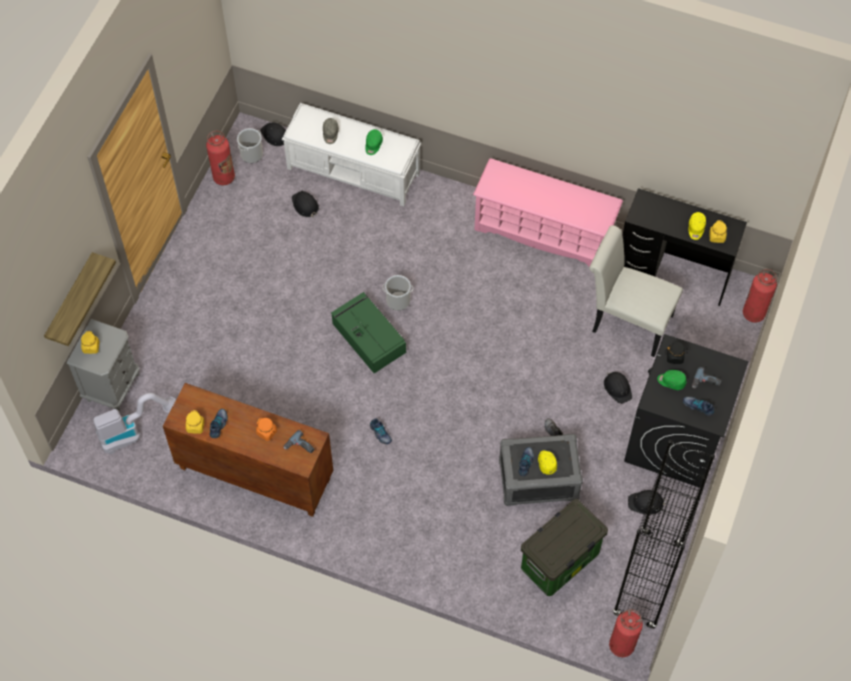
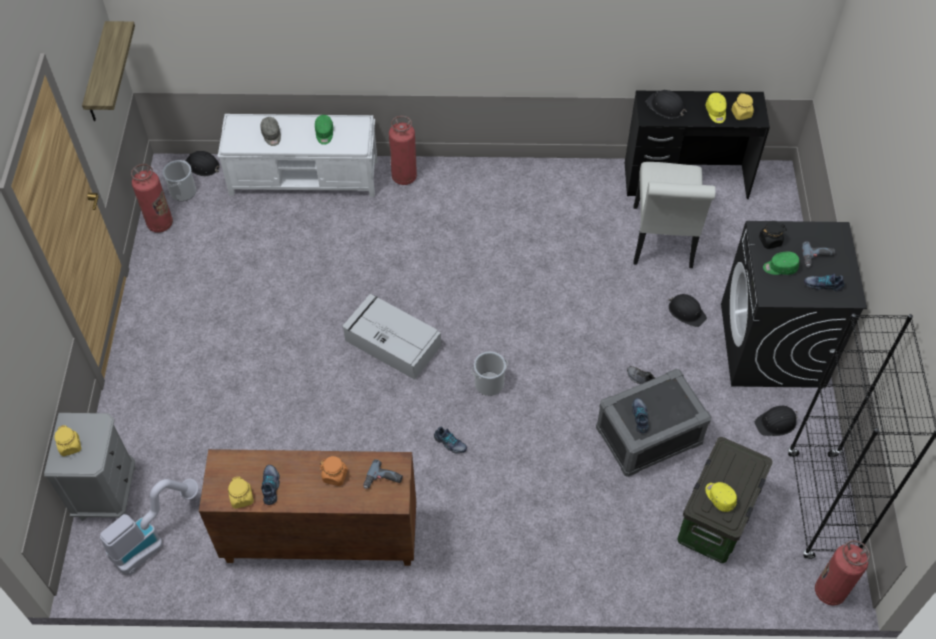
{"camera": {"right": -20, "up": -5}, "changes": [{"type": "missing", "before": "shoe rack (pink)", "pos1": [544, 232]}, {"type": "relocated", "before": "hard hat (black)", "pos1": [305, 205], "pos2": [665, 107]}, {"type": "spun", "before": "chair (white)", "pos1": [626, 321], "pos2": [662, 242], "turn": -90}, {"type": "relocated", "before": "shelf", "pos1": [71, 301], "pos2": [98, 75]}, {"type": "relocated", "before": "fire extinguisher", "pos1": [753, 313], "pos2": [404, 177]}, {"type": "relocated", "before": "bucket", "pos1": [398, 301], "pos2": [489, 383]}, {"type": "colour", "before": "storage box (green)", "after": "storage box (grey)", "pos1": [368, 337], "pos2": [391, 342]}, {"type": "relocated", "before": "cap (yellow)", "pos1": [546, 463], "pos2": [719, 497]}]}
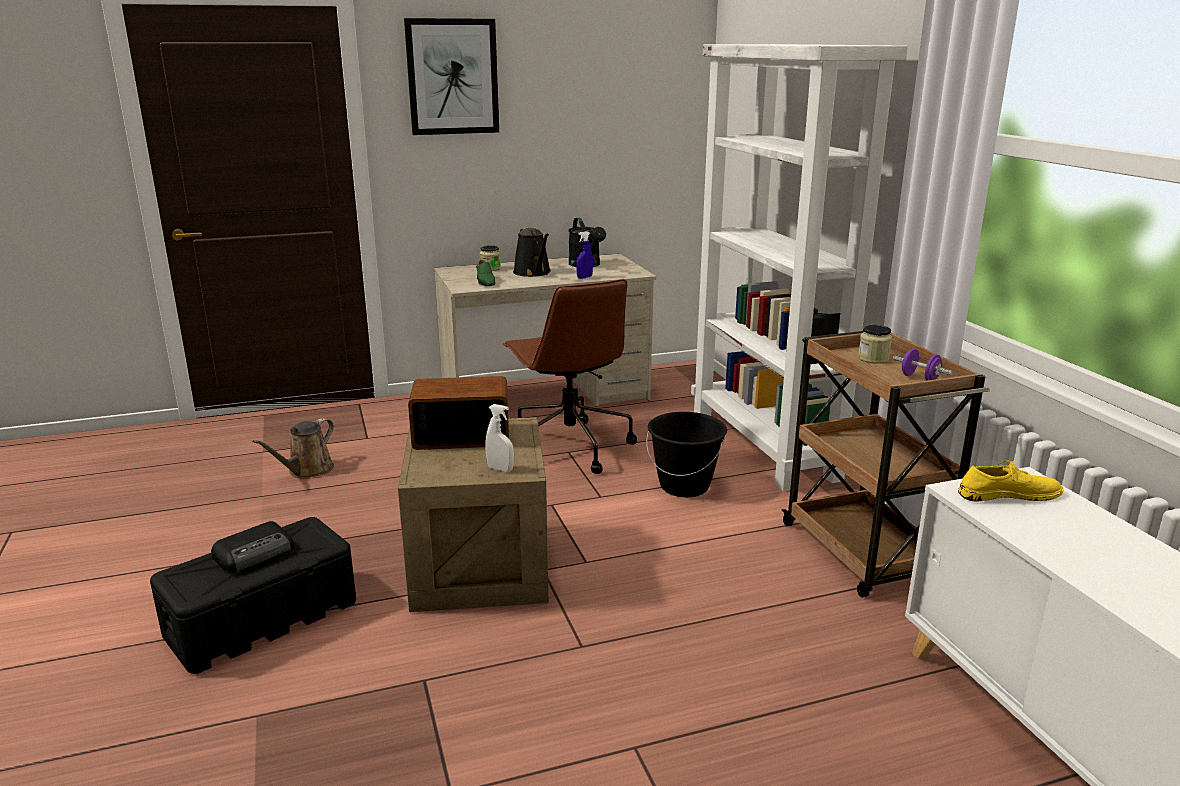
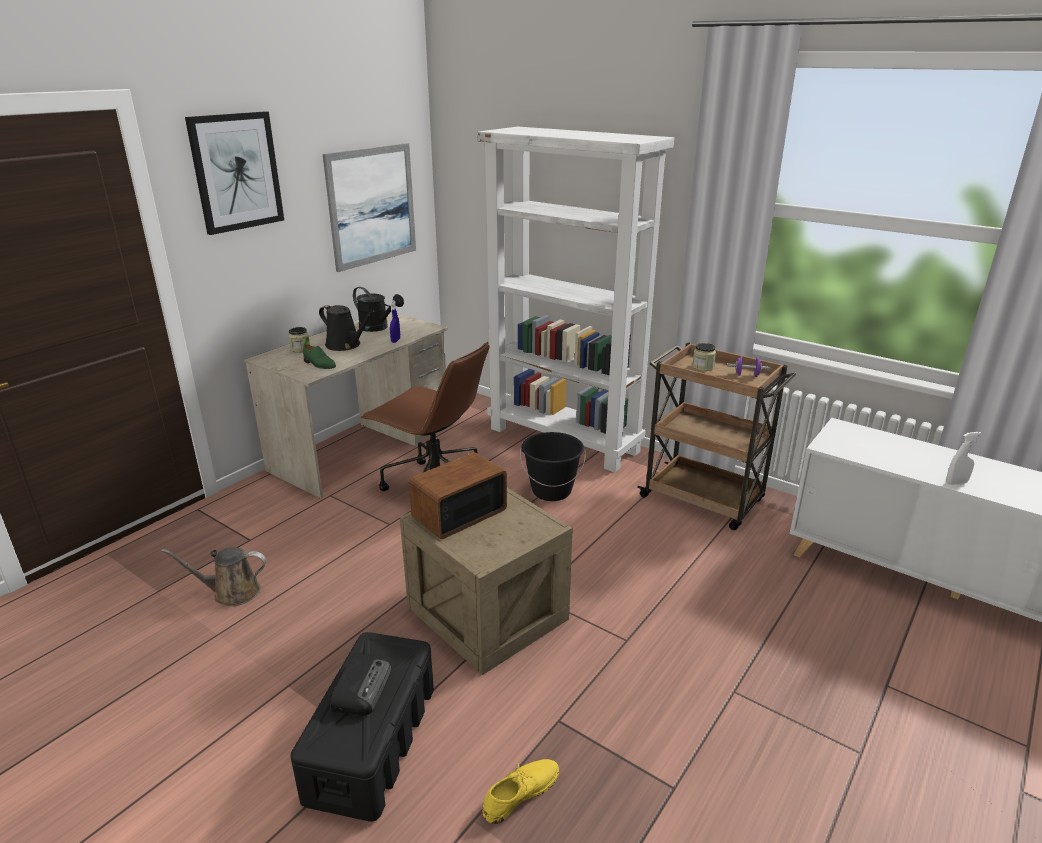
{"camera": {"right": -35, "up": 5}, "changes": [{"type": "relocated", "before": "spray bottle (white)", "pos1": [500, 469], "pos2": [956, 483]}, {"type": "spun", "before": "watering can (brown)", "pos1": [307, 471], "pos2": [232, 592], "turn": 90}, {"type": "relocated", "before": "shoe (yellow)", "pos1": [1008, 493], "pos2": [520, 792]}, {"type": "appeared", "after": "picture", "pos2": [372, 206]}]}
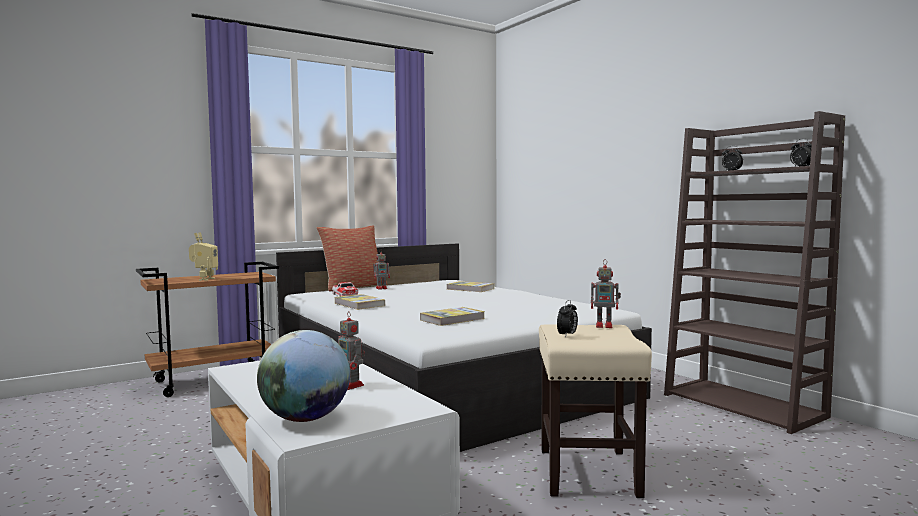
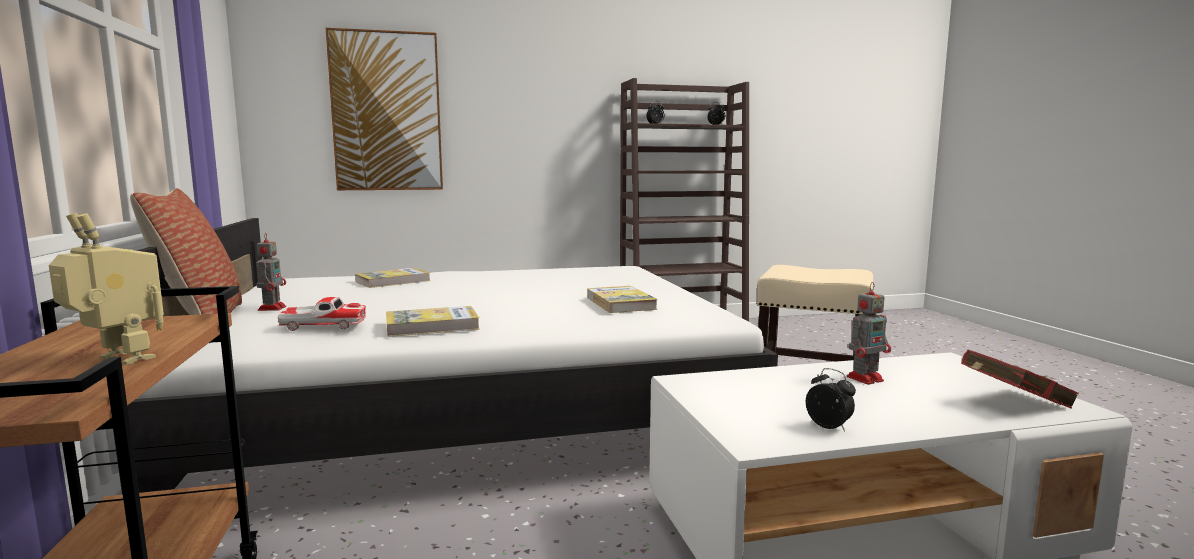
{"camera": {"right": -70, "up": 5}, "changes": [{"type": "missing", "before": "toy robot", "pos1": [605, 326]}, {"type": "relocated", "before": "alarm clock", "pos1": [567, 335], "pos2": [829, 427]}, {"type": "exchanged", "before": "globe", "after": "book (red)", "pos1": [305, 419], "pos2": [1010, 403]}, {"type": "appeared", "after": "picture", "pos2": [387, 112]}]}
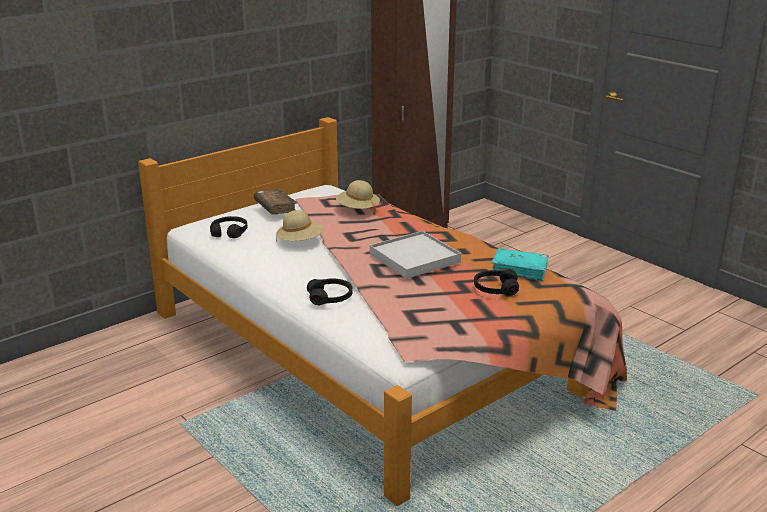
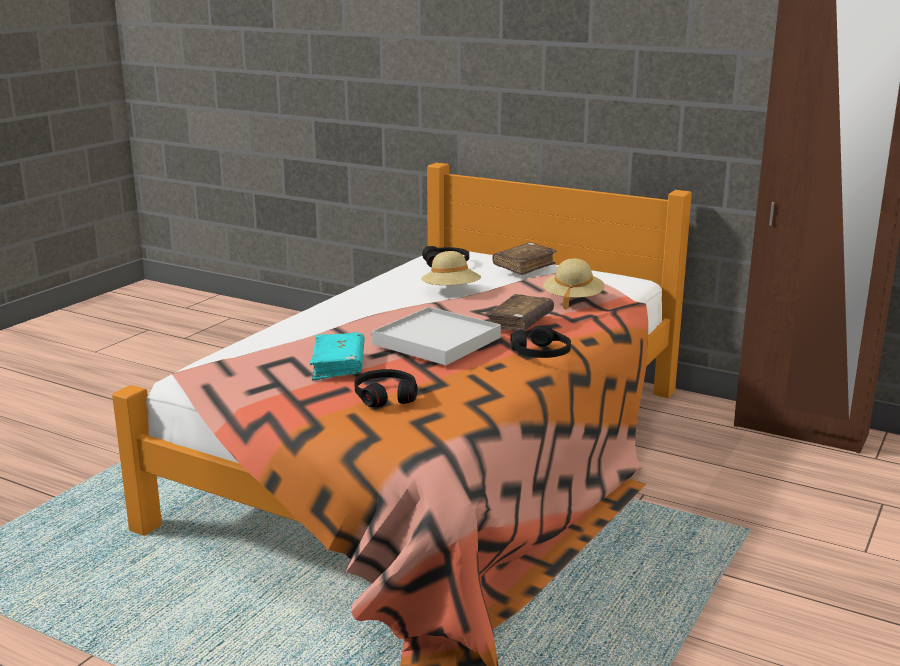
{"camera": {"right": 70, "up": -5}, "changes": [{"type": "relocated", "before": "book (turquoise)", "pos1": [519, 270], "pos2": [338, 365]}, {"type": "relocated", "before": "headphones (black)", "pos1": [330, 297], "pos2": [541, 353]}, {"type": "appeared", "after": "book (brown)", "pos2": [519, 323]}]}
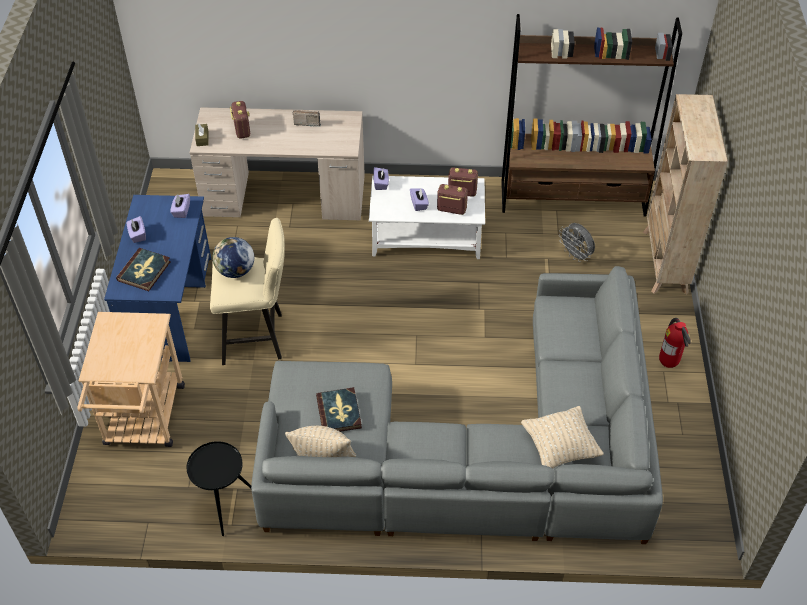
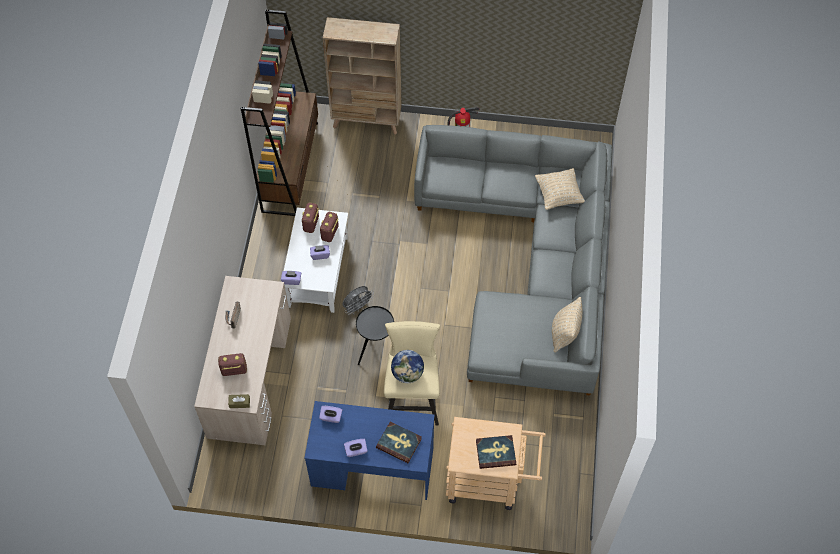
{"camera": {"right": -85, "up": 10}, "changes": [{"type": "relocated", "before": "fan (grey)", "pos1": [575, 255], "pos2": [357, 307]}, {"type": "relocated", "before": "book", "pos1": [339, 412], "pos2": [495, 452]}, {"type": "relocated", "before": "side table (black)", "pos1": [224, 506], "pos2": [376, 349]}]}
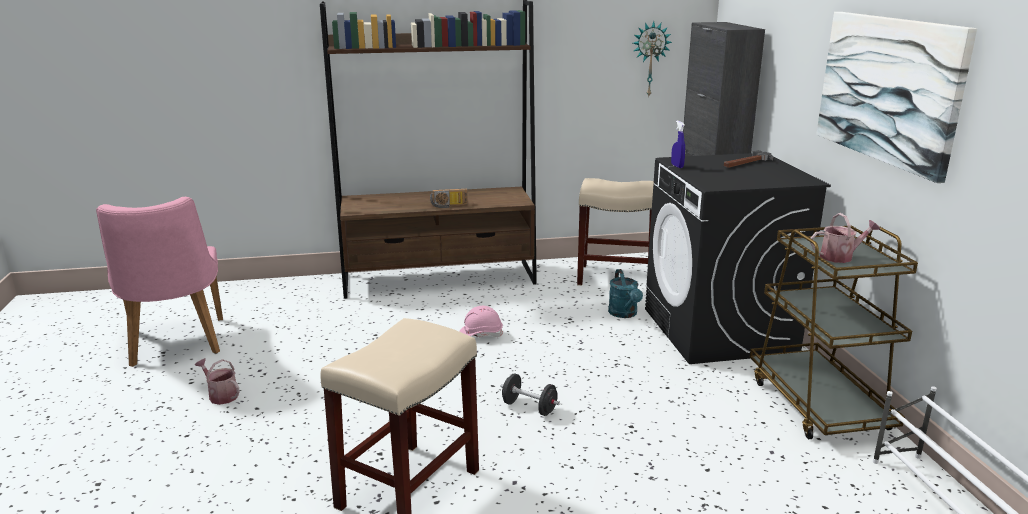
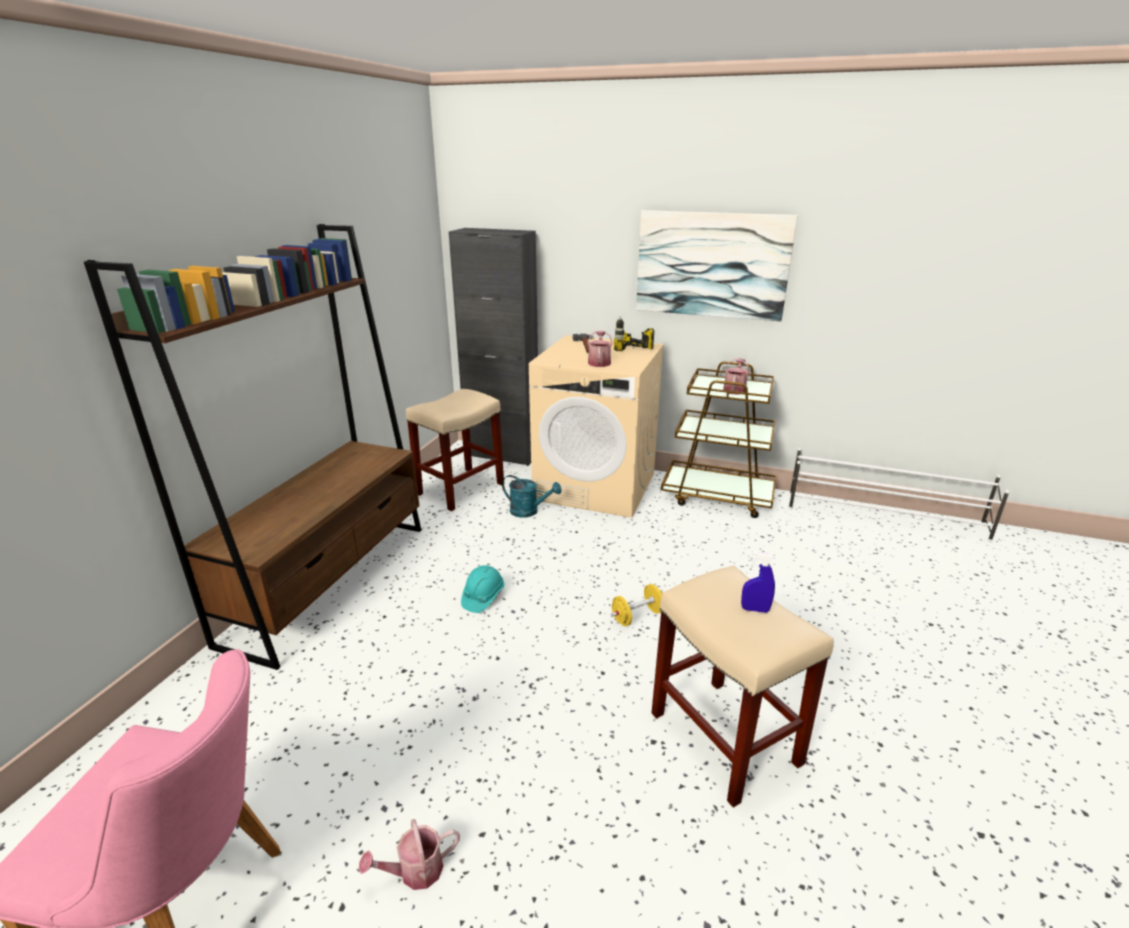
{"camera": {"right": -60, "up": 5}, "changes": [{"type": "missing", "before": "wall clock", "pos1": [649, 59]}, {"type": "relocated", "before": "spray bottle (blue)", "pos1": [677, 166], "pos2": [755, 609]}, {"type": "colour", "before": "washing machine (black)", "after": "washing machine (beige)", "pos1": [719, 331], "pos2": [596, 486]}, {"type": "missing", "before": "radio", "pos1": [449, 206]}, {"type": "colour", "before": "hard hat (pink)", "after": "hard hat (turquoise)", "pos1": [480, 334], "pos2": [483, 597]}, {"type": "colour", "before": "dumbbell (black)", "after": "dumbbell (yellow)", "pos1": [529, 407], "pos2": [637, 616]}, {"type": "appeared", "after": "power drill", "pos2": [634, 354]}, {"type": "appeared", "after": "watering can", "pos2": [599, 362]}]}
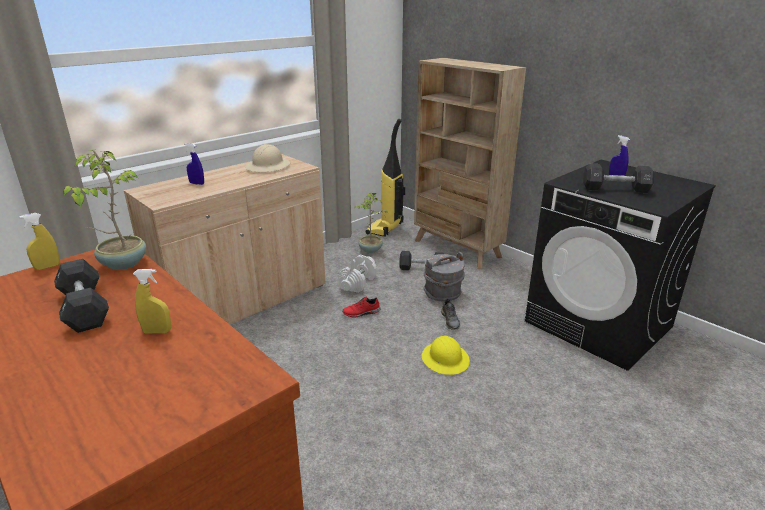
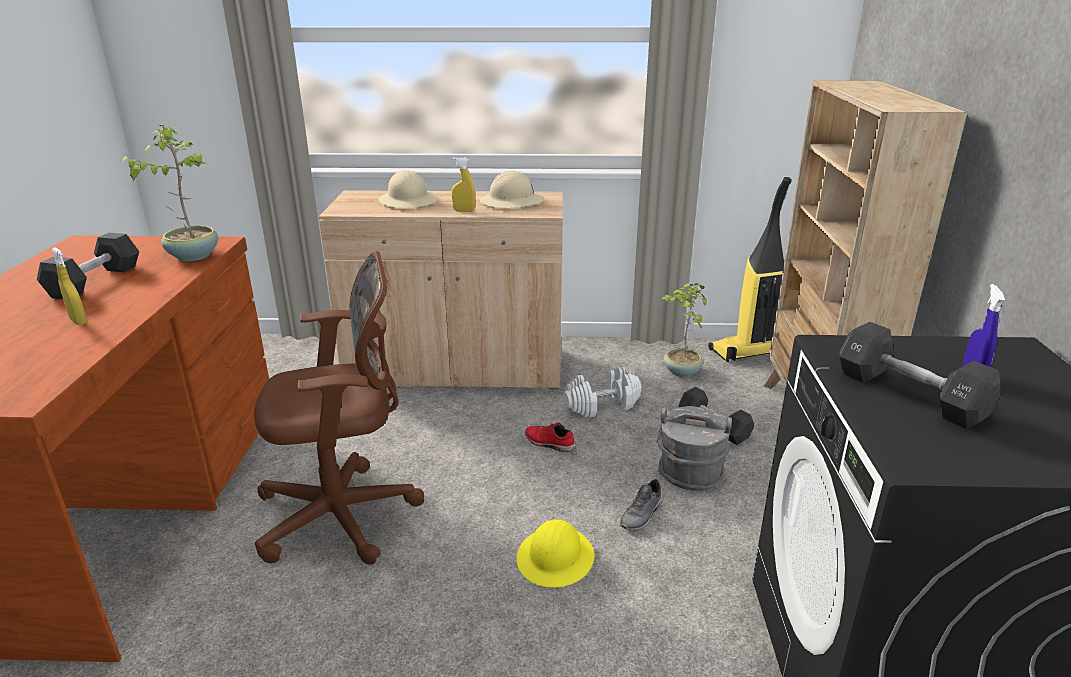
{"camera": {"right": 45, "up": 0}, "changes": [{"type": "exchanged", "before": "spray bottle (blue)", "after": "hard hat (beige)", "pos1": [197, 183], "pos2": [408, 201]}, {"type": "relocated", "before": "spray bottle (yellow)", "pos1": [47, 267], "pos2": [464, 211]}, {"type": "appeared", "after": "office chair (brown)", "pos2": [345, 515]}]}
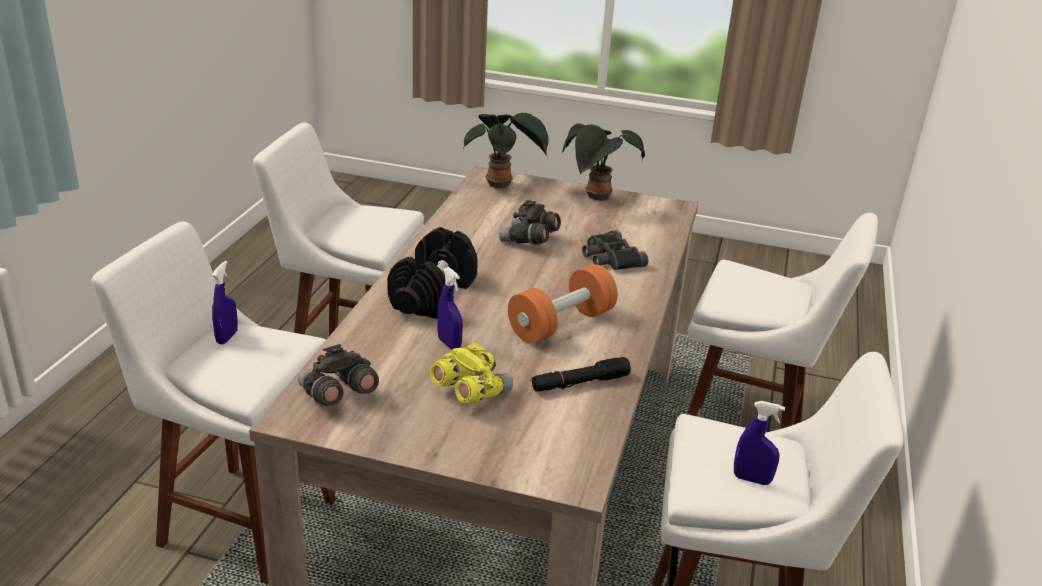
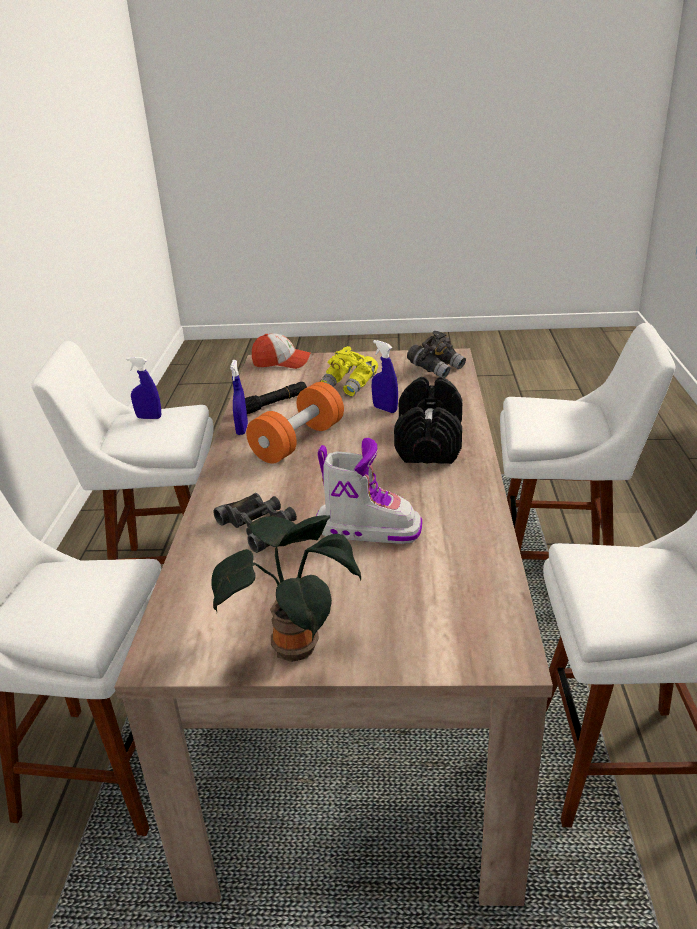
{"camera": {"right": 170, "up": 0}, "changes": [{"type": "missing", "before": "potted plant", "pos1": [502, 185]}, {"type": "exchanged", "before": "binoculars (grey)", "after": "boot", "pos1": [529, 241], "pos2": [368, 528]}, {"type": "relocated", "before": "spray bottle (blue)", "pos1": [227, 337], "pos2": [242, 430]}, {"type": "appeared", "after": "cap", "pos2": [281, 362]}]}
